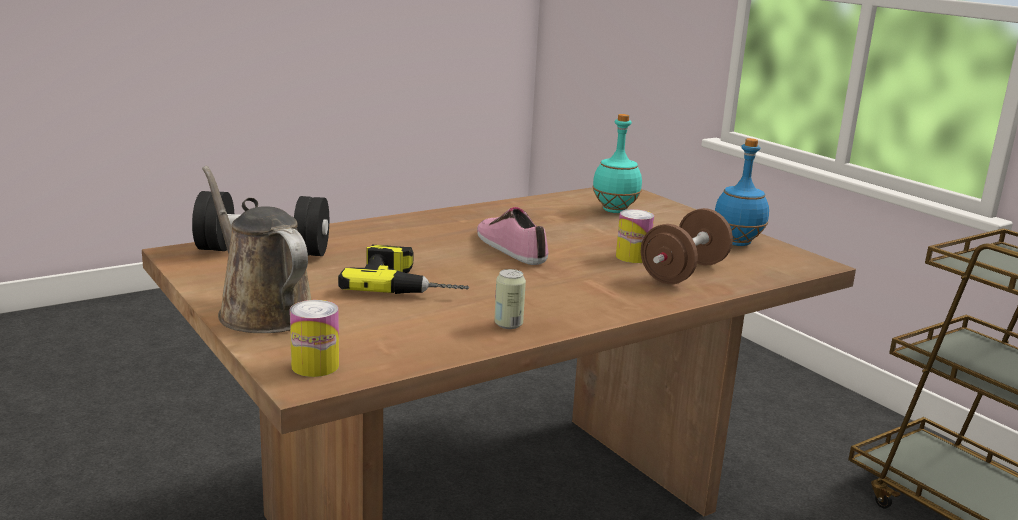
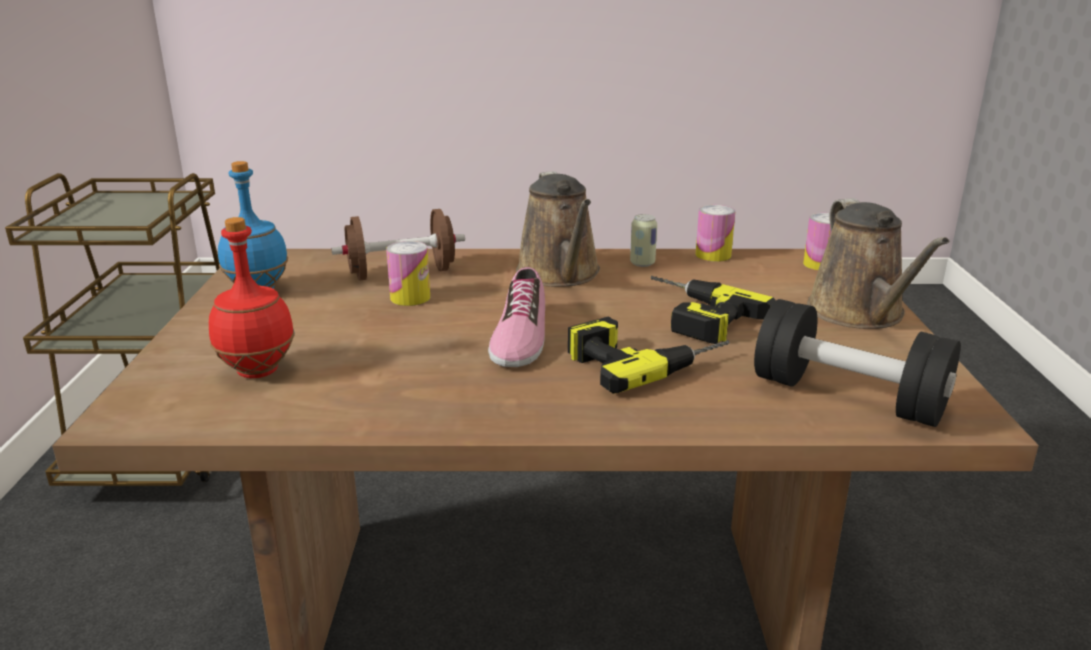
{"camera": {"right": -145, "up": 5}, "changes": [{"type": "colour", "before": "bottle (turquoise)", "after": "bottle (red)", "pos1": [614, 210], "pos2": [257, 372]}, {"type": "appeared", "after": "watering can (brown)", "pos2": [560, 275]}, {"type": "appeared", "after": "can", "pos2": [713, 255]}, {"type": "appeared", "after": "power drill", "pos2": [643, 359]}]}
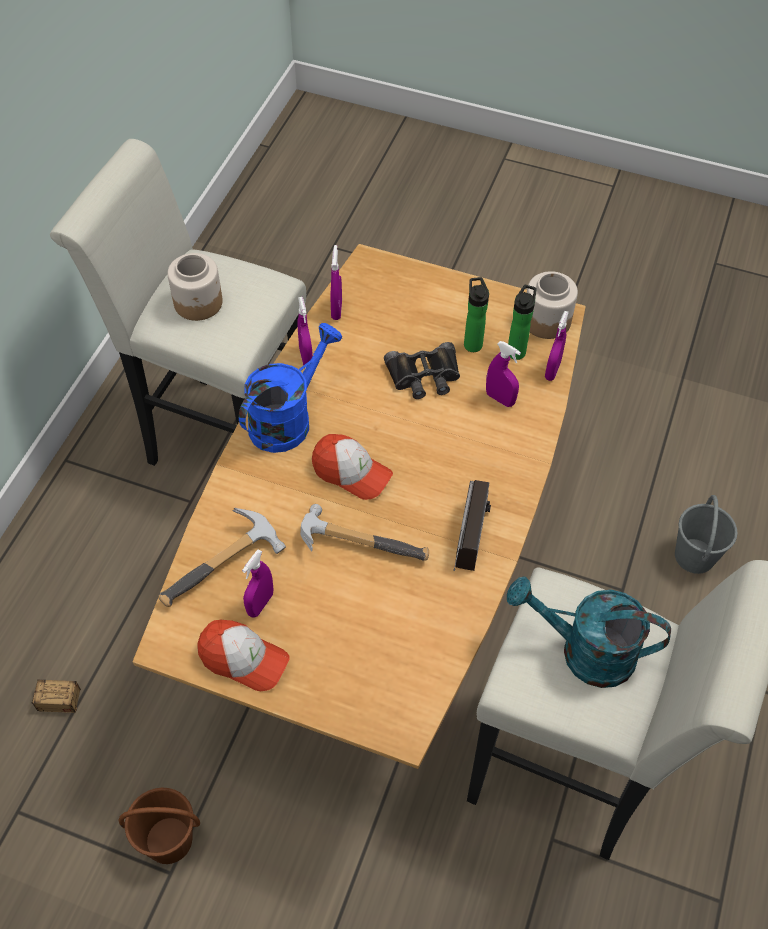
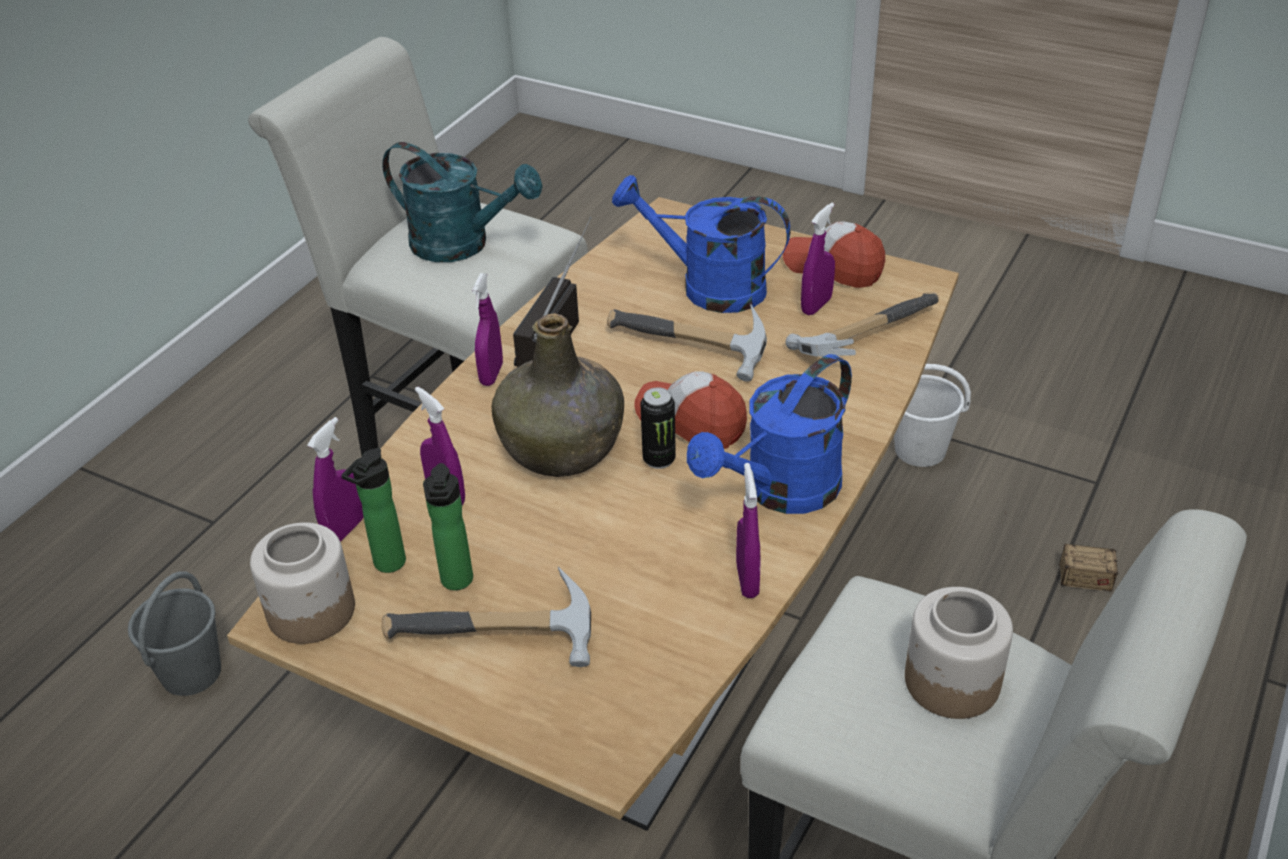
{"camera": {"right": -170, "up": -15}, "changes": [{"type": "relocated", "before": "spray bottle (purple)", "pos1": [336, 310], "pos2": [491, 374]}, {"type": "missing", "before": "binoculars (black)", "pos1": [424, 376]}, {"type": "colour", "before": "bucket (brown)", "after": "bucket (white)", "pos1": [168, 840], "pos2": [921, 450]}, {"type": "appeared", "after": "watering can (blue)", "pos2": [708, 287]}, {"type": "appeared", "after": "bottle (green)", "pos2": [563, 446]}, {"type": "appeared", "after": "can", "pos2": [659, 459]}, {"type": "appeared", "after": "hammer", "pos2": [498, 643]}]}
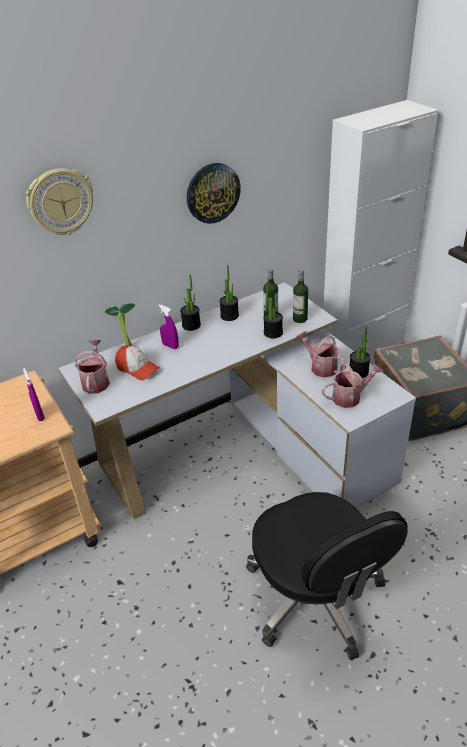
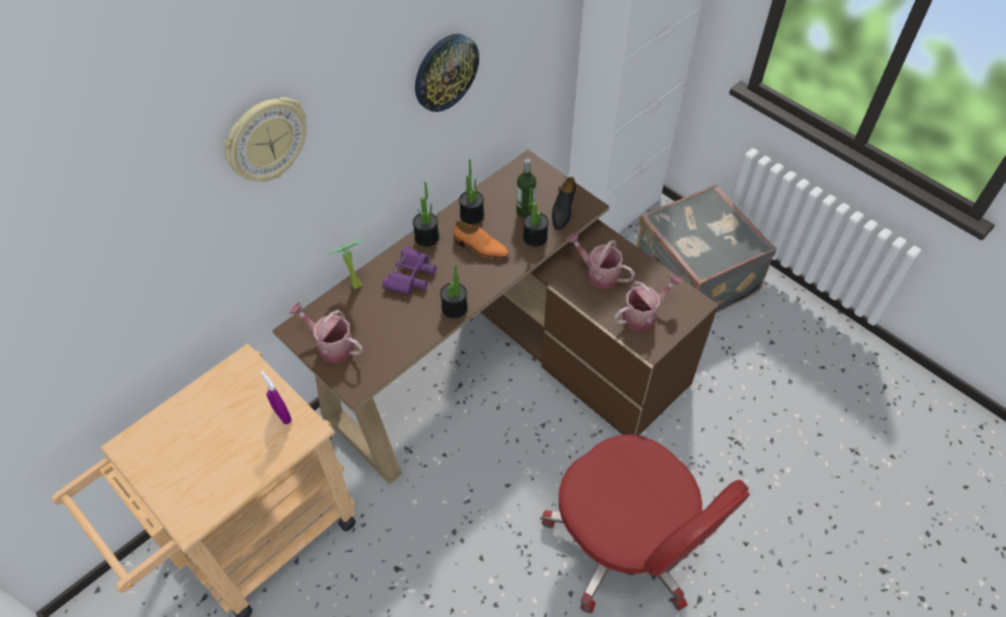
{"camera": {"right": -15, "up": 15}, "changes": [{"type": "exchanged", "before": "bottle", "after": "shoe (black)", "pos1": [300, 319], "pos2": [563, 210]}, {"type": "colour", "before": "desk (white)", "after": "desk (brown)", "pos1": [246, 451], "pos2": [502, 366]}, {"type": "exchanged", "before": "spray bottle (purple)", "after": "binoculars (purple)", "pos1": [170, 346], "pos2": [410, 275]}, {"type": "relocated", "before": "potted plant", "pos1": [358, 372], "pos2": [454, 308]}, {"type": "spun", "before": "watering can", "pos1": [96, 381], "pos2": [331, 345], "turn": -45}, {"type": "missing", "before": "cap", "pos1": [137, 368]}, {"type": "colour", "before": "office chair (black)", "after": "office chair (red)", "pos1": [316, 598], "pos2": [626, 545]}, {"type": "appeared", "after": "shoe (orange)", "pos2": [480, 248]}]}
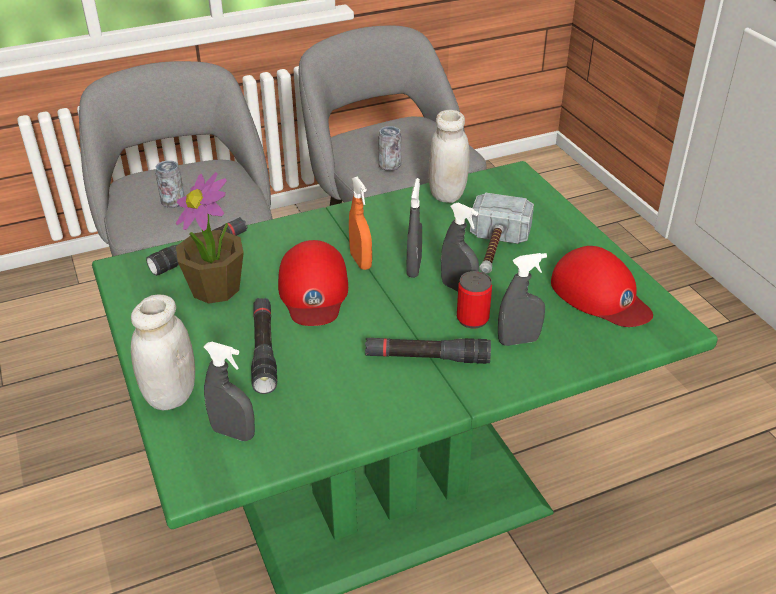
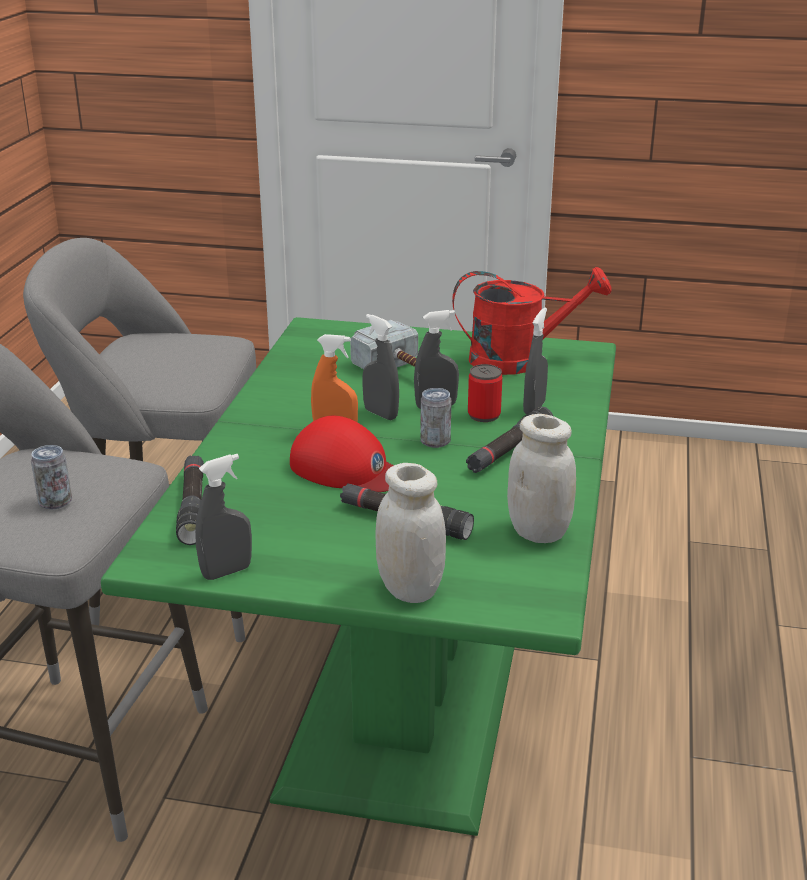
{"camera": {"right": -55, "up": -10}, "changes": [{"type": "relocated", "before": "jar (white)", "pos1": [447, 194], "pos2": [538, 532]}, {"type": "relocated", "before": "can", "pos1": [389, 166], "pos2": [435, 441]}, {"type": "missing", "before": "potted plant", "pos1": [216, 288]}, {"type": "exchanged", "before": "cap (red)", "after": "watering can (red)", "pos1": [600, 295], "pos2": [519, 359]}, {"type": "relocated", "before": "spray bottle (grey)", "pos1": [233, 433], "pos2": [226, 572]}]}
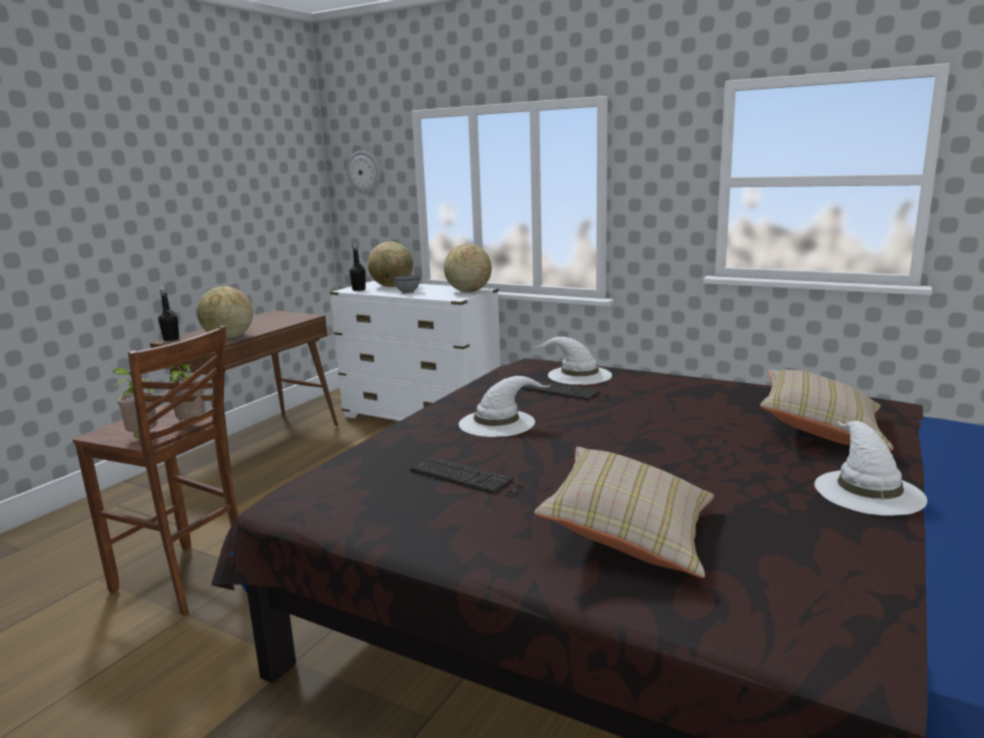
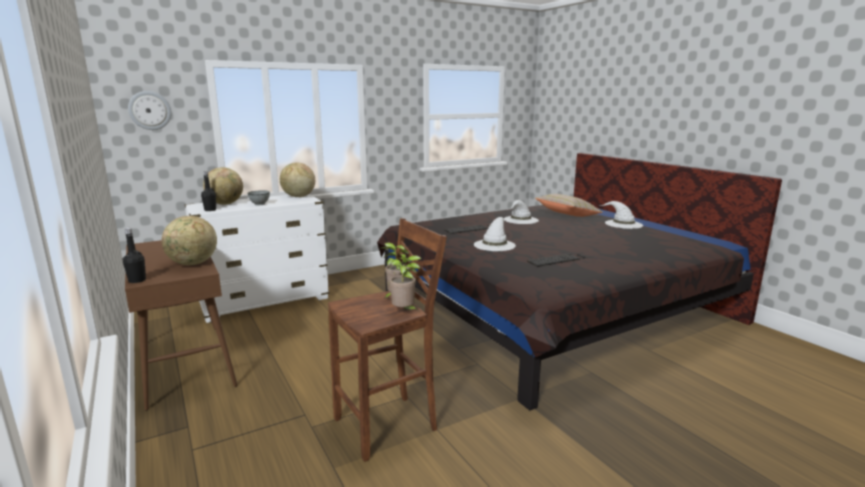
{"camera": {"right": -60, "up": 0}, "changes": [{"type": "relocated", "before": "hat (white)", "pos1": [578, 375], "pos2": [520, 220]}, {"type": "missing", "before": "pillow (beige)", "pos1": [630, 535]}]}
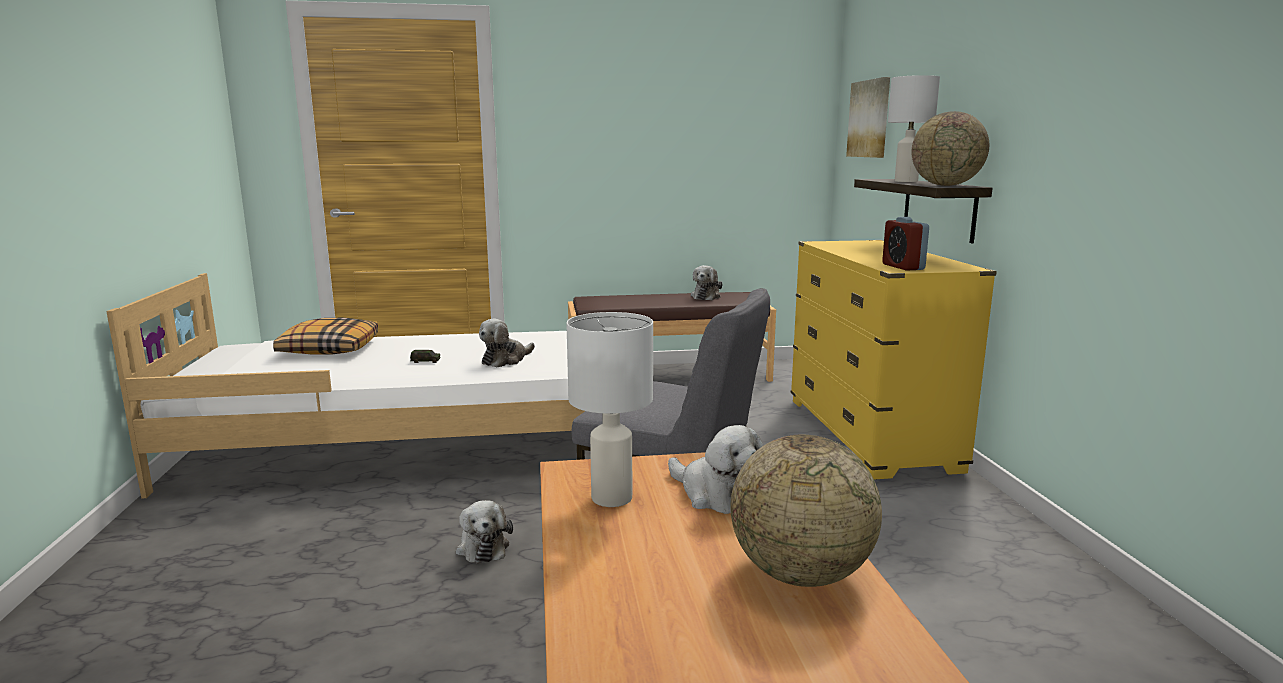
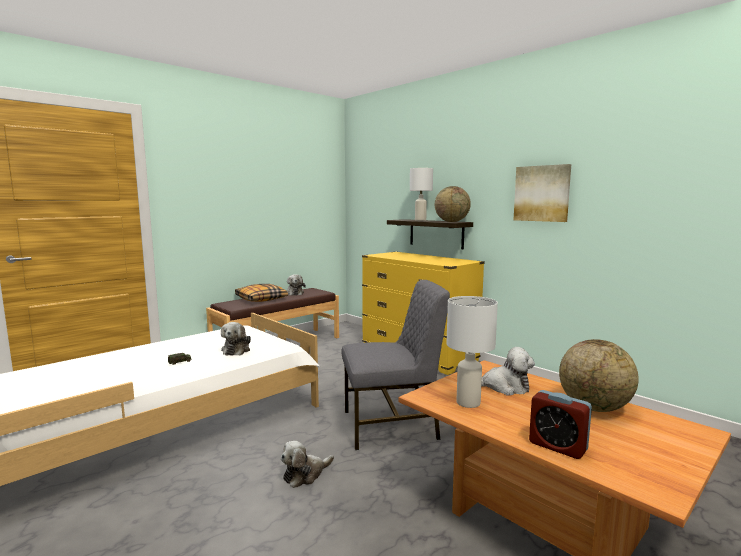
{"camera": {"right": -35, "up": -5}, "changes": [{"type": "relocated", "before": "picture", "pos1": [870, 119], "pos2": [542, 193]}, {"type": "relocated", "before": "alarm clock", "pos1": [903, 267], "pos2": [557, 446]}, {"type": "relocated", "before": "pillow", "pos1": [329, 349], "pos2": [261, 299]}, {"type": "spun", "before": "plush toy", "pos1": [483, 546], "pos2": [305, 474], "turn": 105}]}
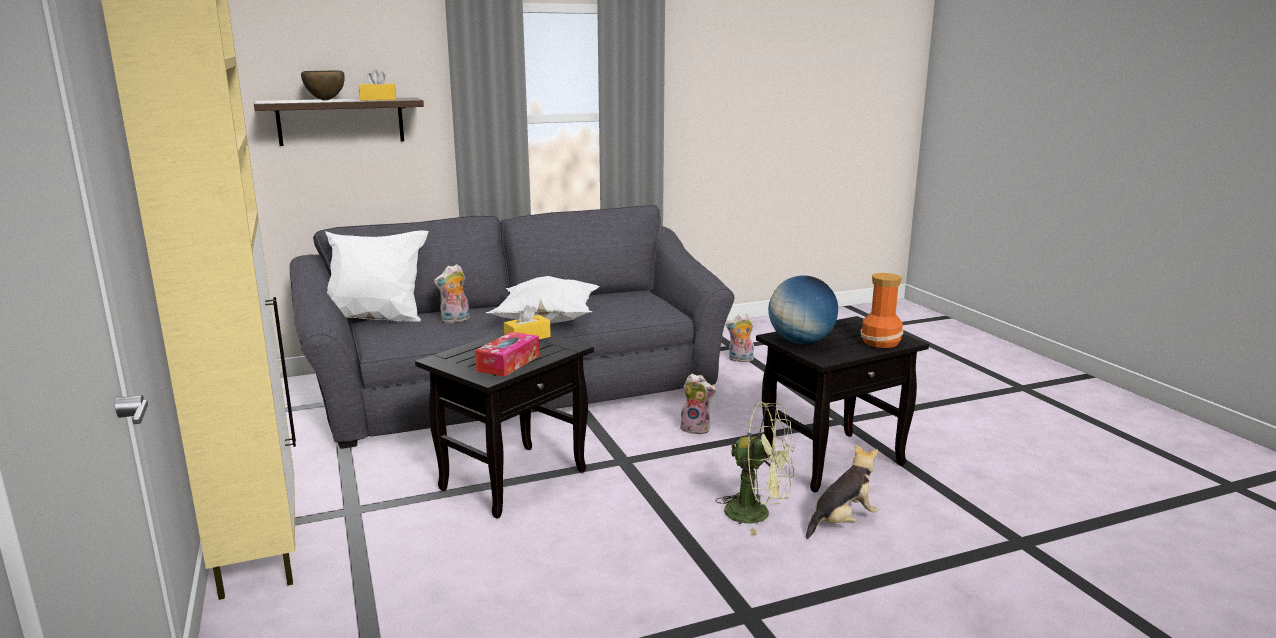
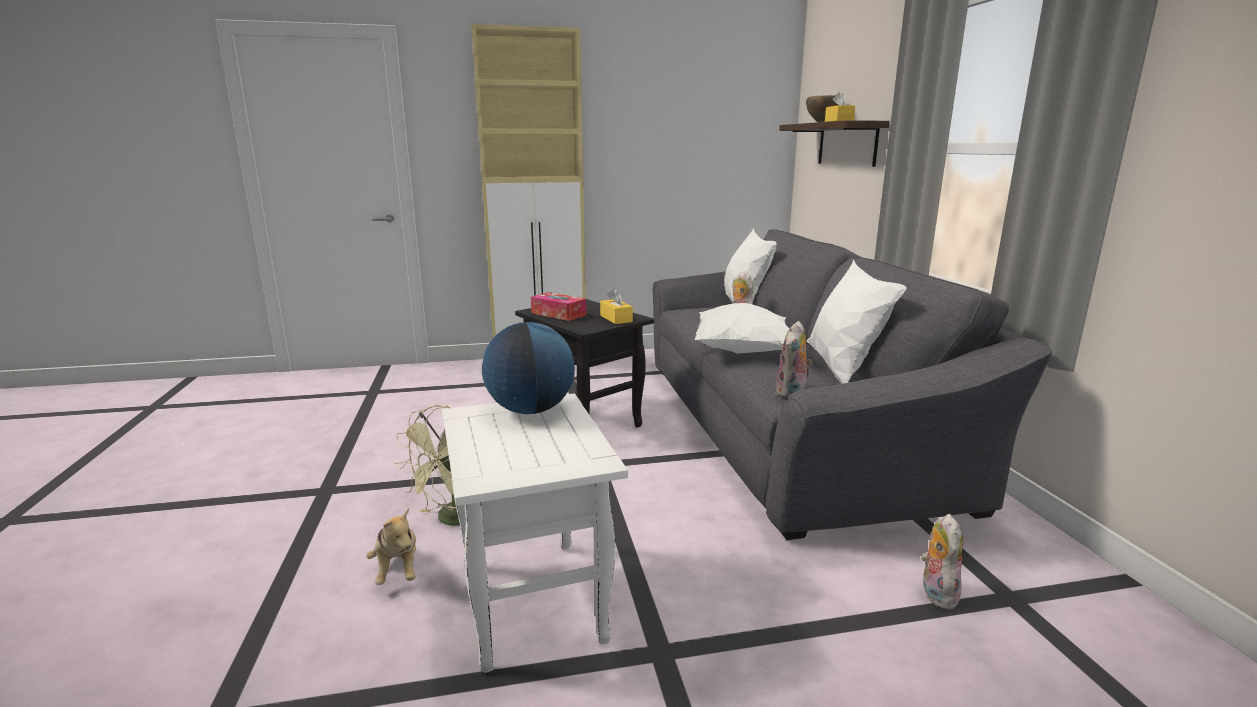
{"camera": {"right": 100, "up": 0}, "changes": [{"type": "missing", "before": "vase", "pos1": [881, 342]}, {"type": "colour", "before": "side table (black)", "after": "side table (white)", "pos1": [833, 460], "pos2": [534, 602]}, {"type": "relocated", "before": "plush toy", "pos1": [696, 428], "pos2": [792, 393]}, {"type": "appeared", "after": "pillow (white)", "pos2": [842, 371]}]}
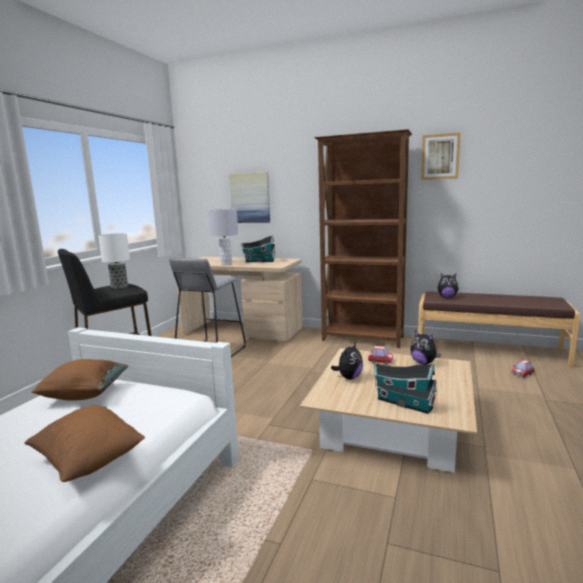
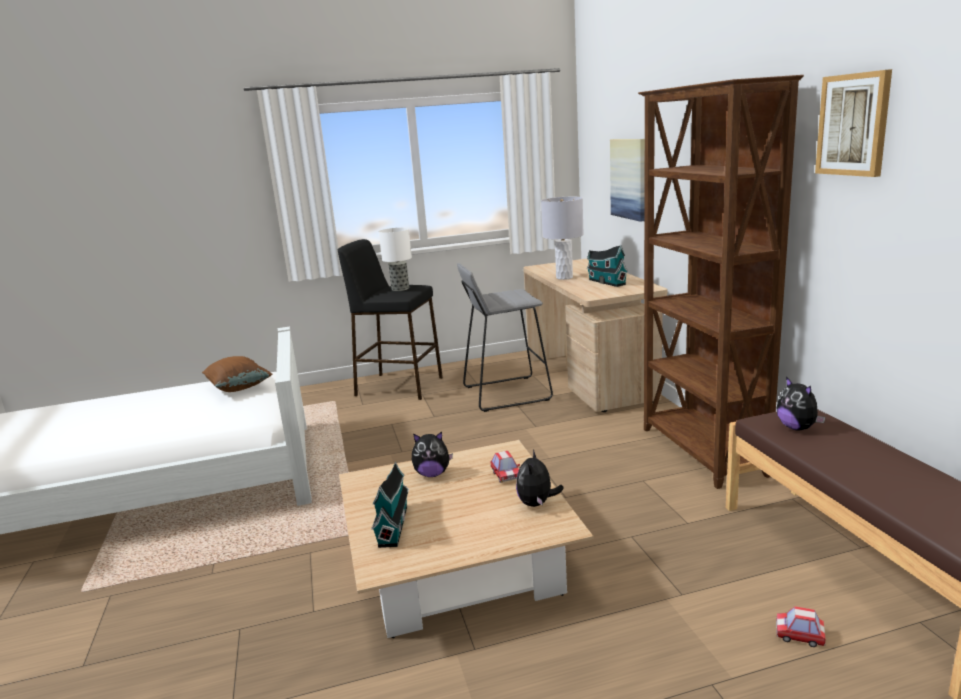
{"camera": {"right": 55, "up": 5}, "changes": [{"type": "missing", "before": "pillow (brown)", "pos1": [89, 460]}]}
